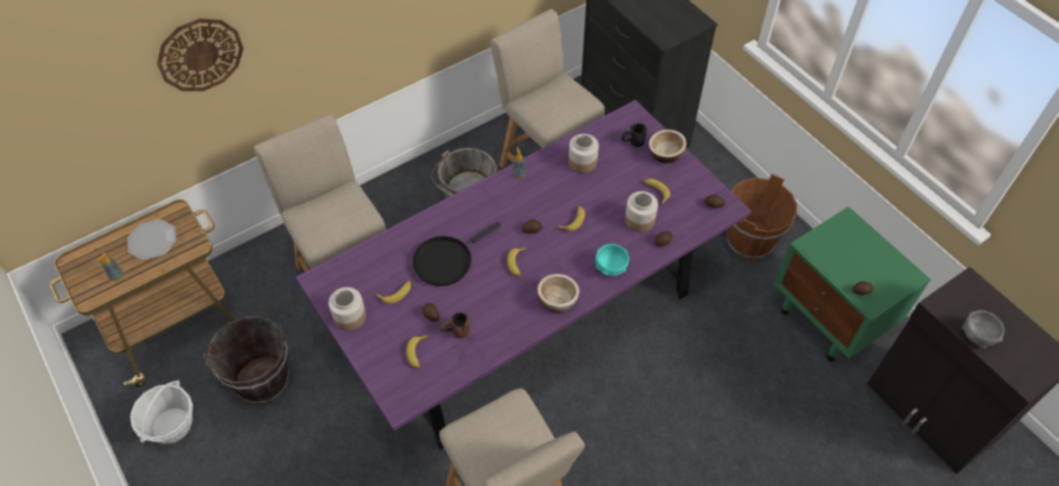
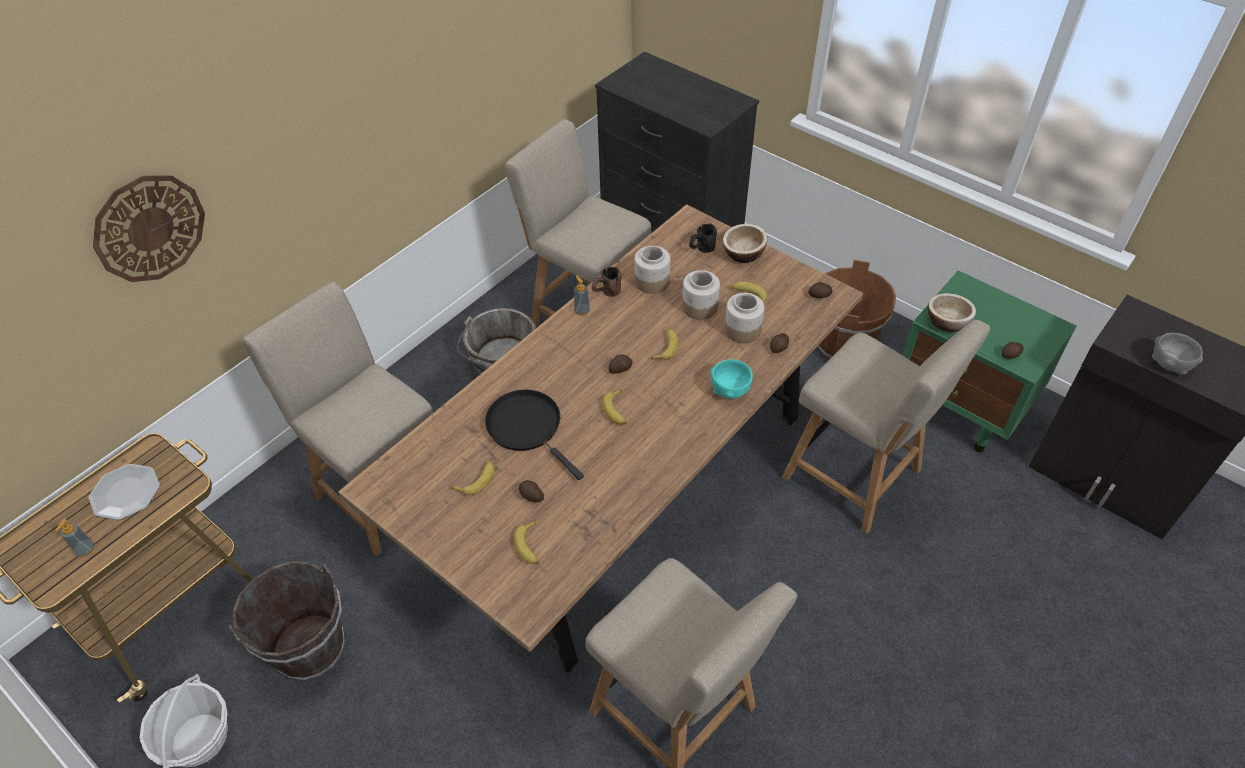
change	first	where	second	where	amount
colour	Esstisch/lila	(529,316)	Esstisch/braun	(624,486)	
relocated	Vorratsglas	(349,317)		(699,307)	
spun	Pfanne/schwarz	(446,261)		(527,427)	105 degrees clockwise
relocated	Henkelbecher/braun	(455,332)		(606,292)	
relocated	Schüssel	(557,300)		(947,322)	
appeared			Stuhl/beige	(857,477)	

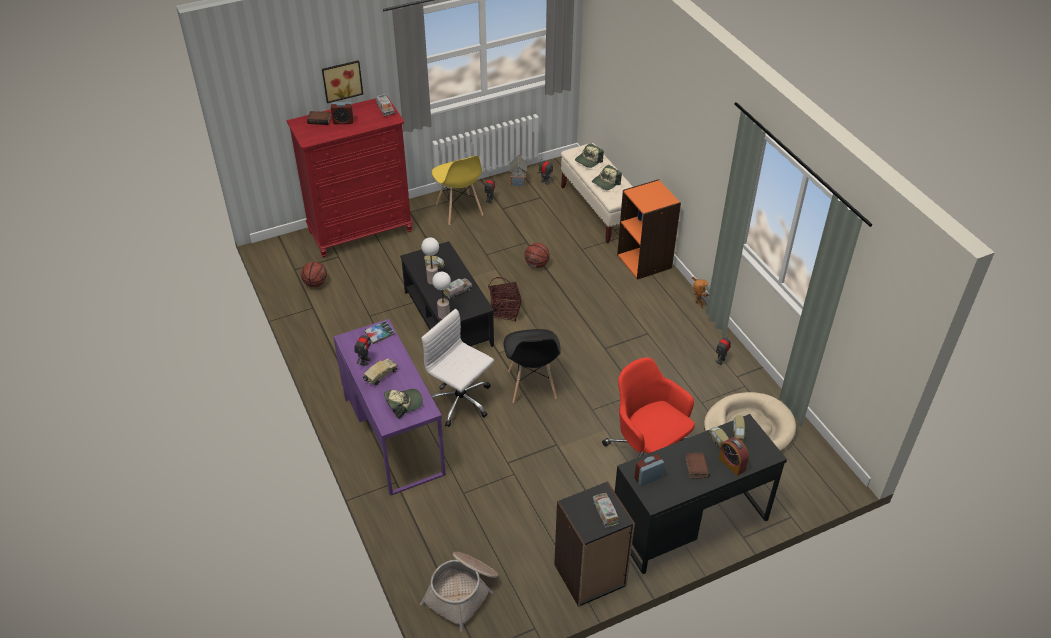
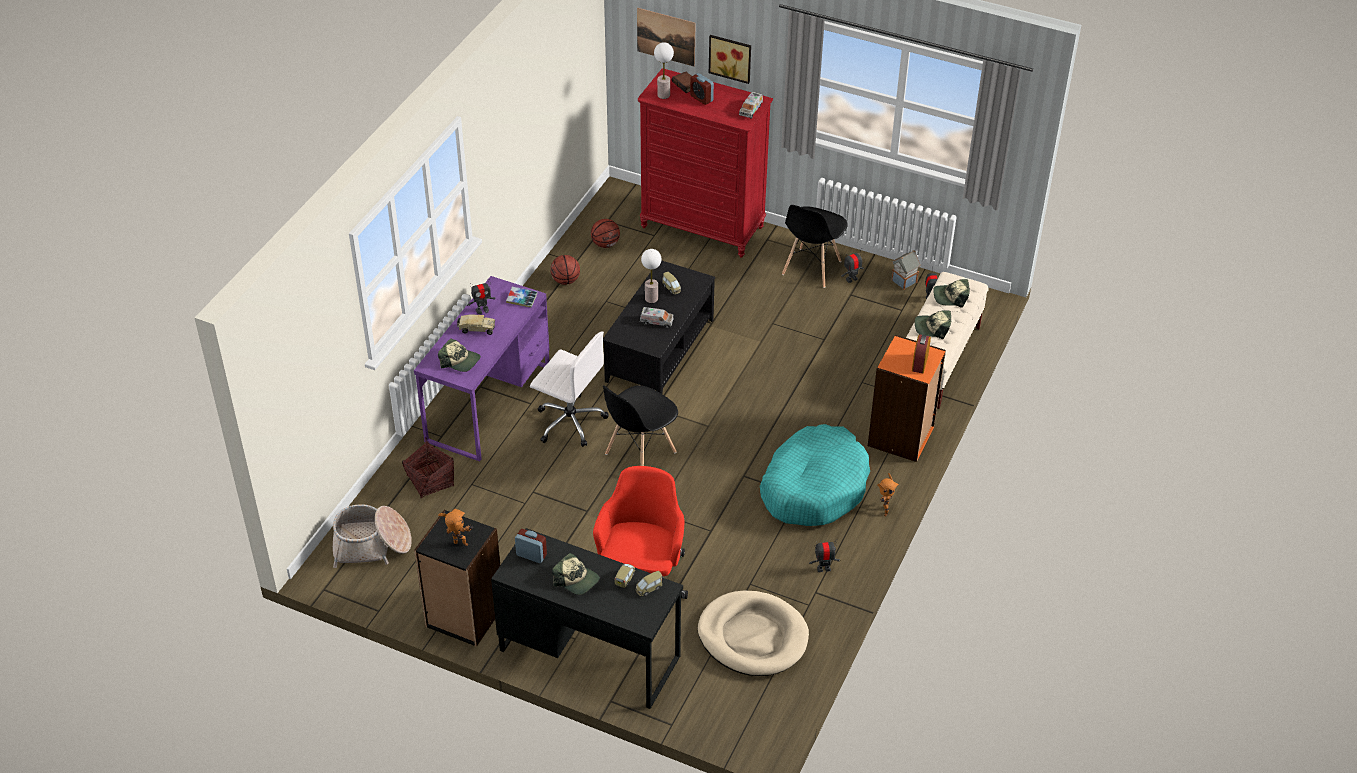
change	first	where	second	where	amount
spun	Bürostuhl/weiß	(461,402)		(569,421)	120 degrees clockwise
colour	Stuhl/gelb	(459,210)	Stuhl/schwarz	(811,268)	
relocated	Tischlampe	(444,315)		(663,95)	
relocated	Korb	(504,310)		(430,481)	
relocated	Basketball	(537,264)		(565,281)	
exchanged	Spielzeuglaster	(605,512)	Spielzeugroboter	(460,545)	
exchanged	Buch	(696,467)	Kappe	(576,580)	
relocated	Wecker	(732,464)		(920,363)	
appeared			Bild	(666,36)	
appeared			Hundebett/türkis	(814,487)	

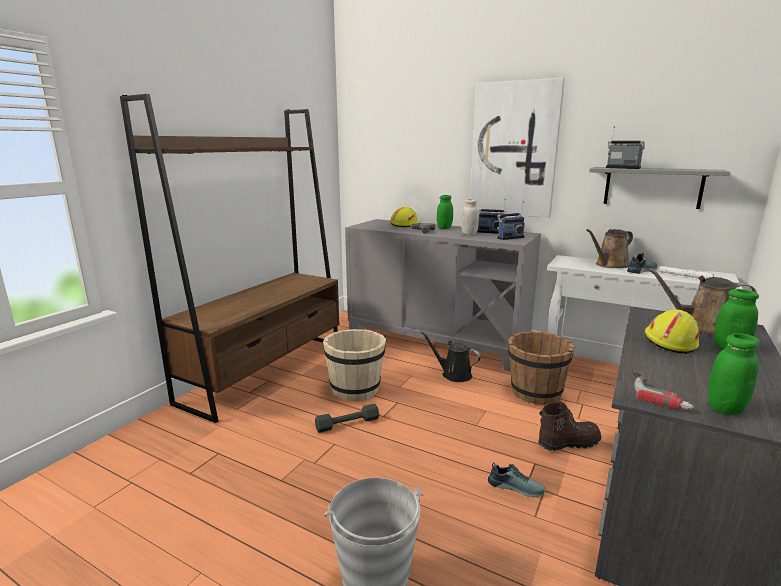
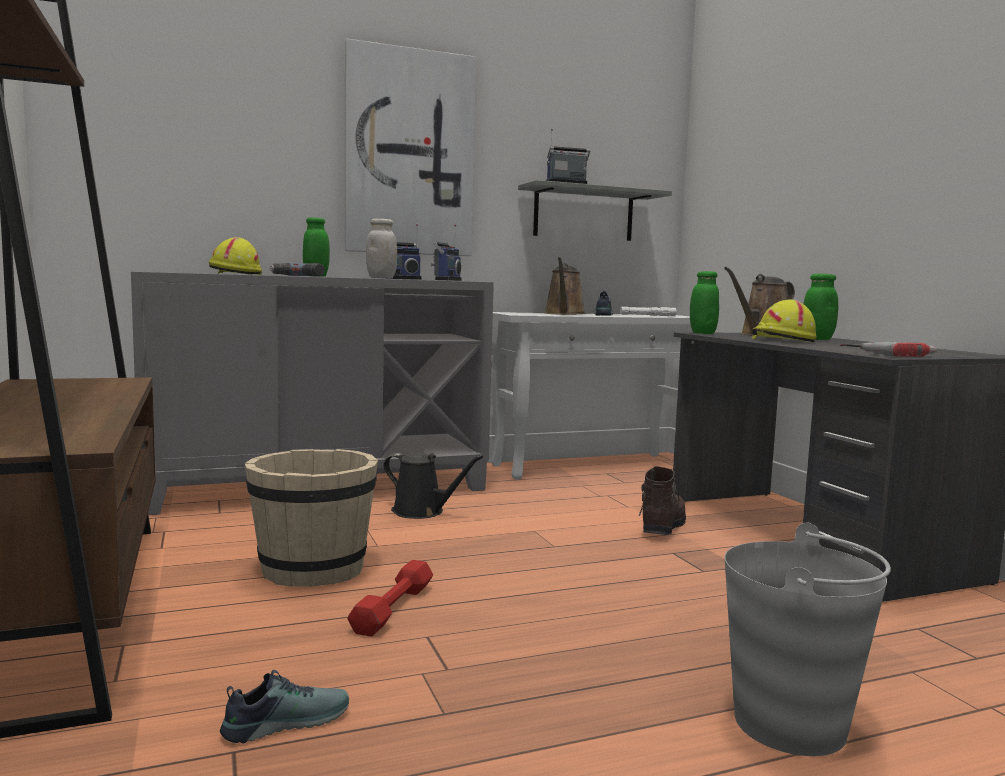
change	first	where	second	where	amount
colour	Hantel/grau	(347,423)	Hantel/rot	(392,608)	
spun	Gießkanne/schwarz	(453,374)		(422,512)	135 degrees counterclockwise
relocated	Schuh	(515,486)		(285,721)	
missing	Eimer/braun	(535,392)			
relocated	Vorratsglas/grün	(725,408)		(702,333)	

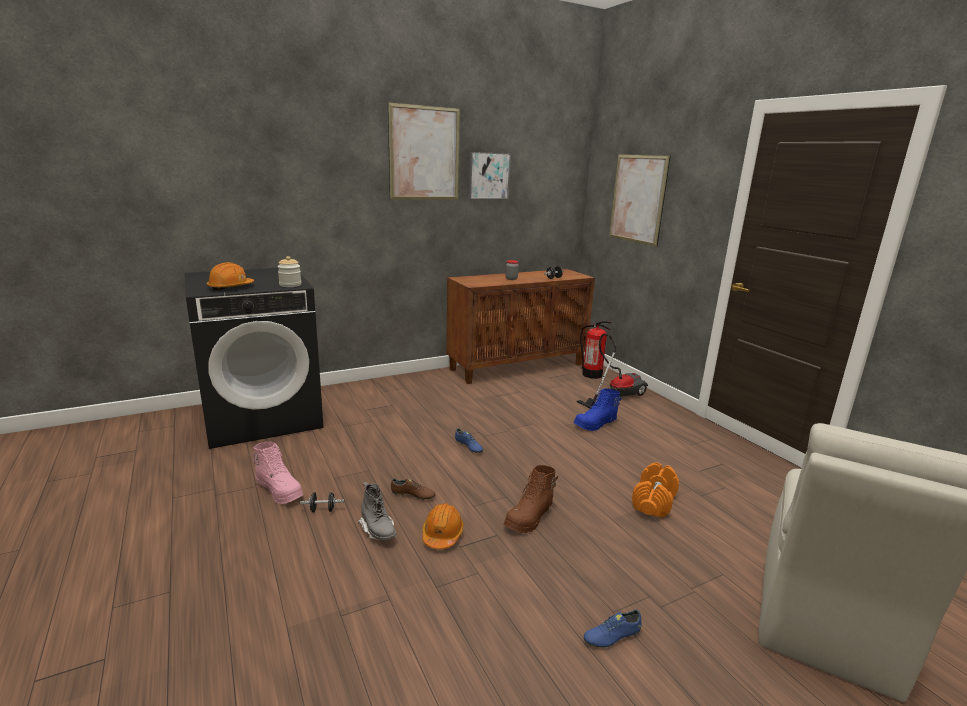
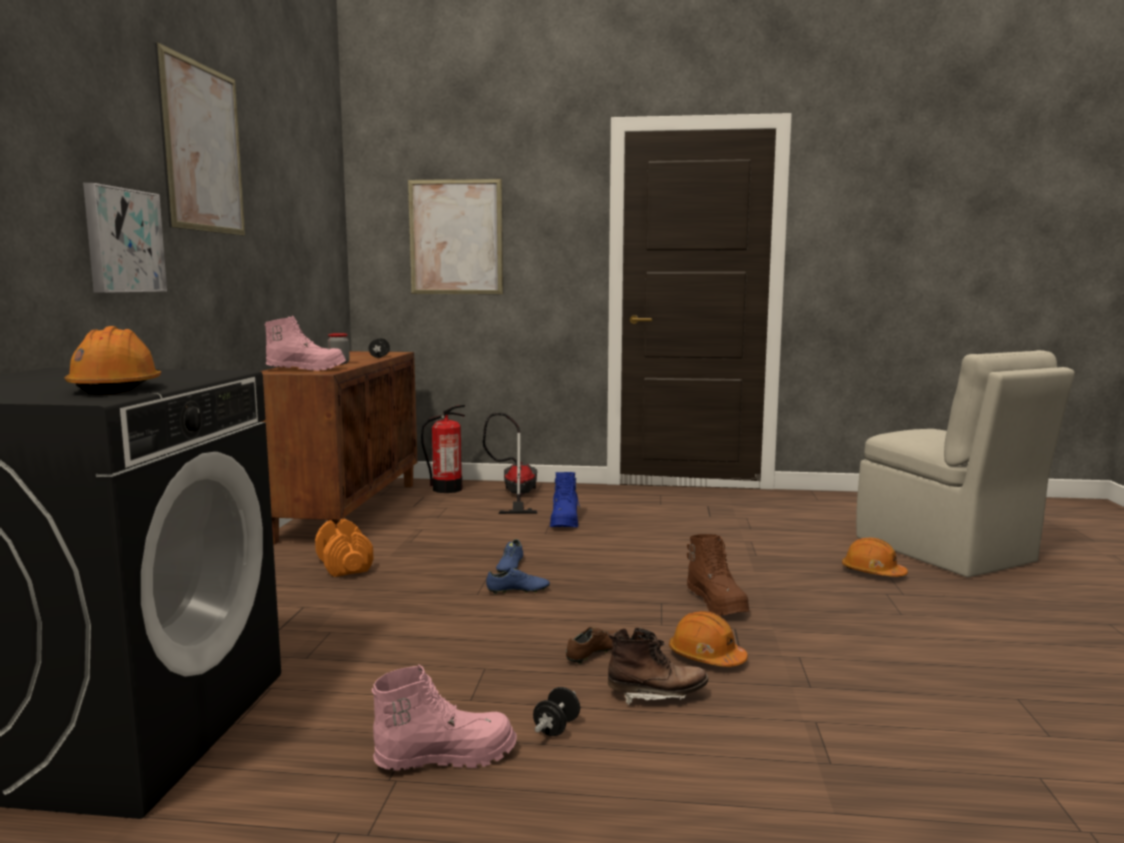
change	first	where	second	where	amount
missing	Vorratsglas	(290,285)			
colour	Stiefel/grau	(378,530)	Stiefel/braun	(656,696)	
relocated	Bild	(488,176)		(123,241)	
relocated	Schuh/blau	(612,636)		(510,566)	
relocated	Hantel/orange	(654,501)		(345,565)	
appeared			Stiefel/rosa	(306,369)	
appeared			Schutzhelm/orange	(872,572)	

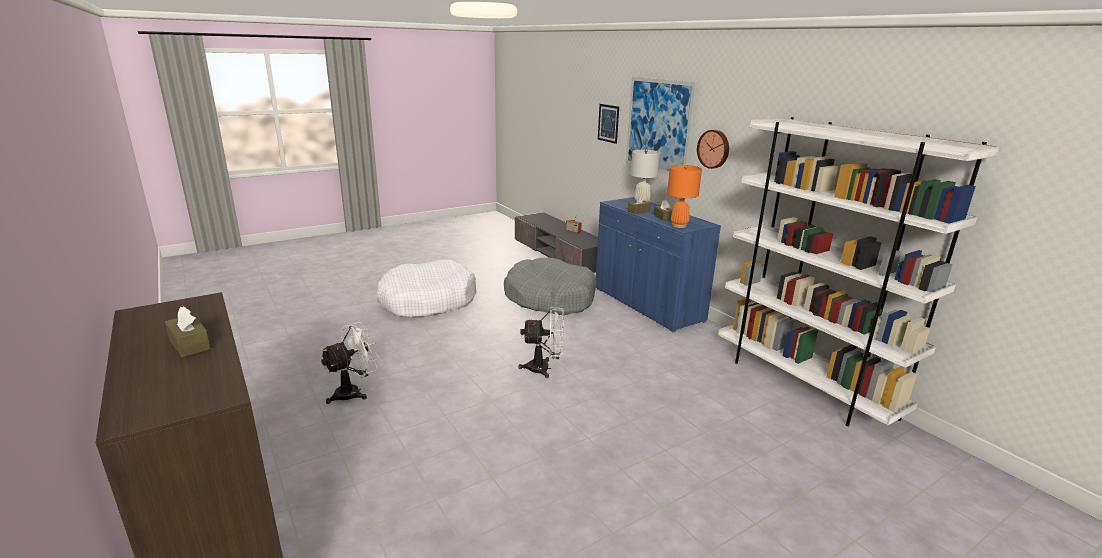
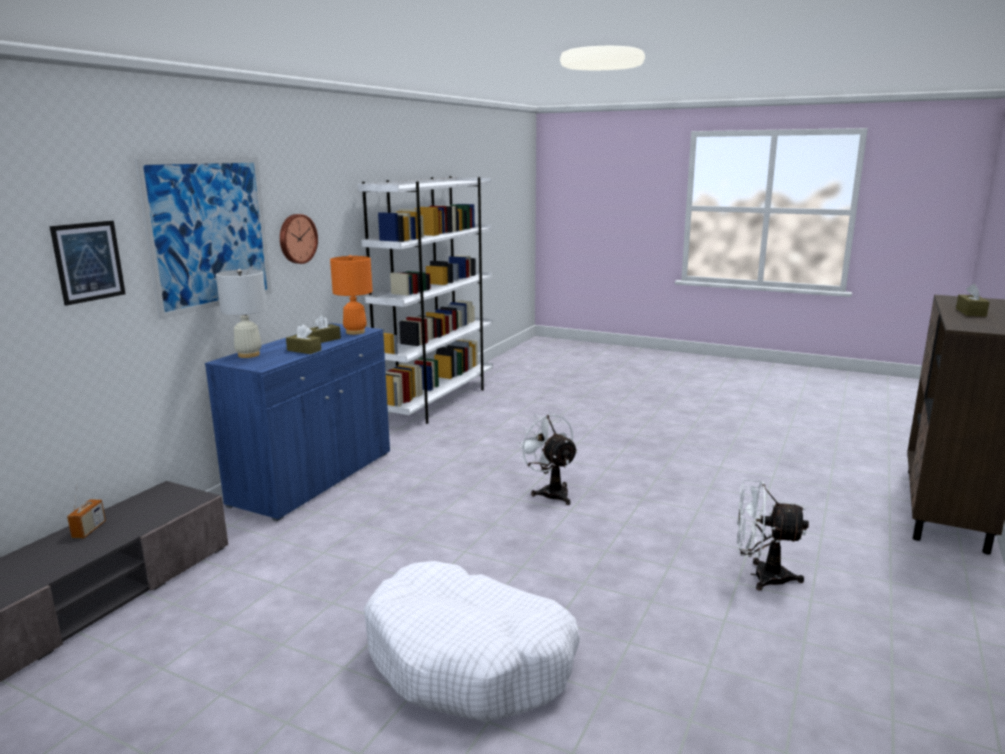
change	first	where	second	where	amount
missing	Hundebett/grau	(550,298)			

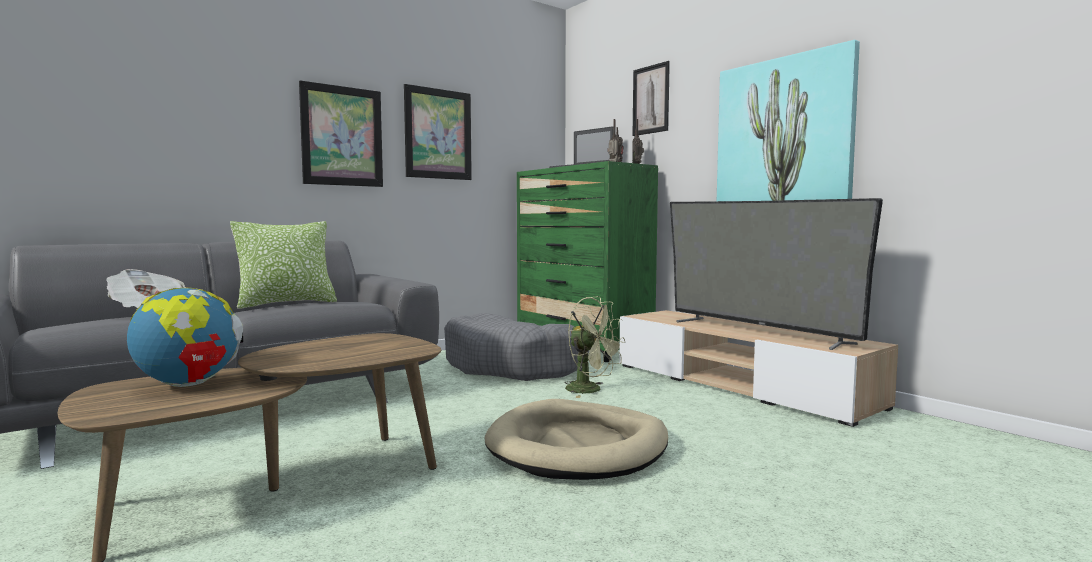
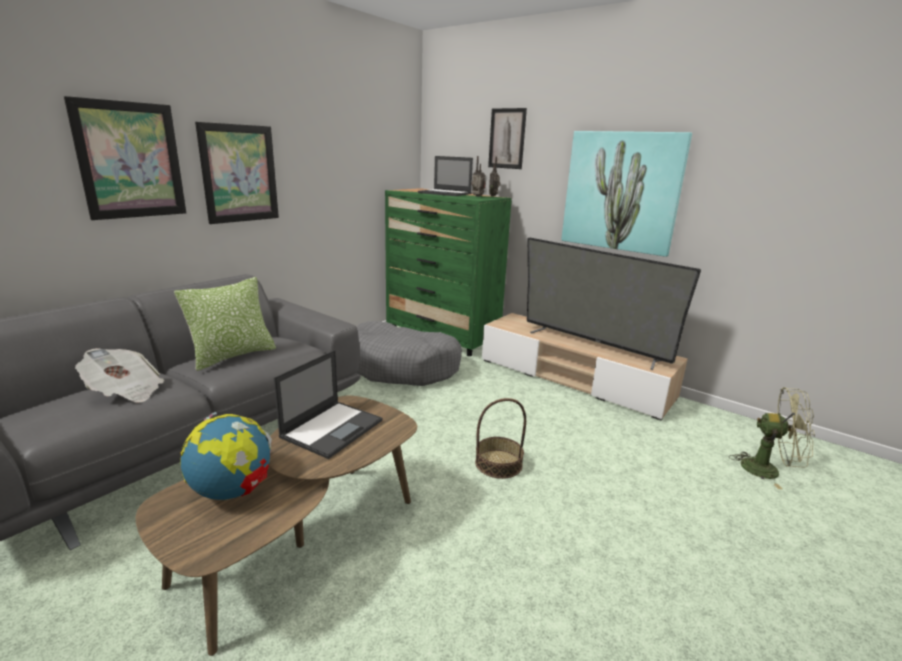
change	first	where	second	where	amount
relocated	Bild	(438,134)		(130,160)	
exchanged	Hundebett/beige	(578,447)	Korb	(498,463)	
relocated	Ventilator/grün	(591,390)		(768,470)	
appeared			Laptop	(332,428)	

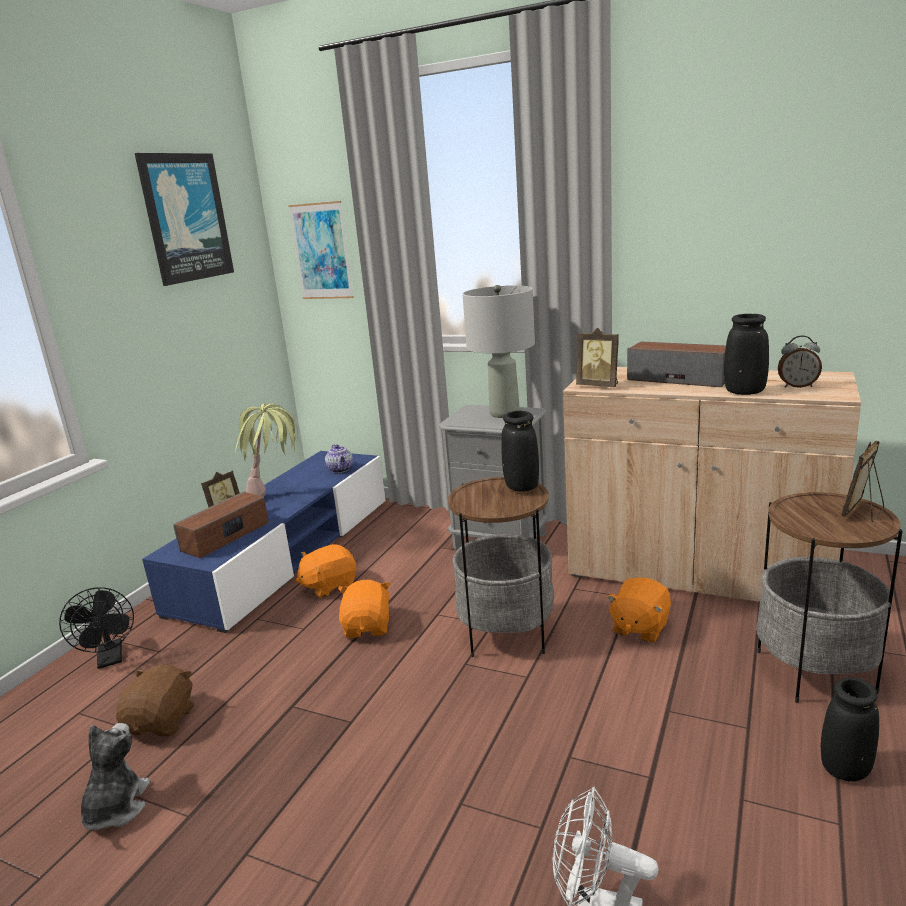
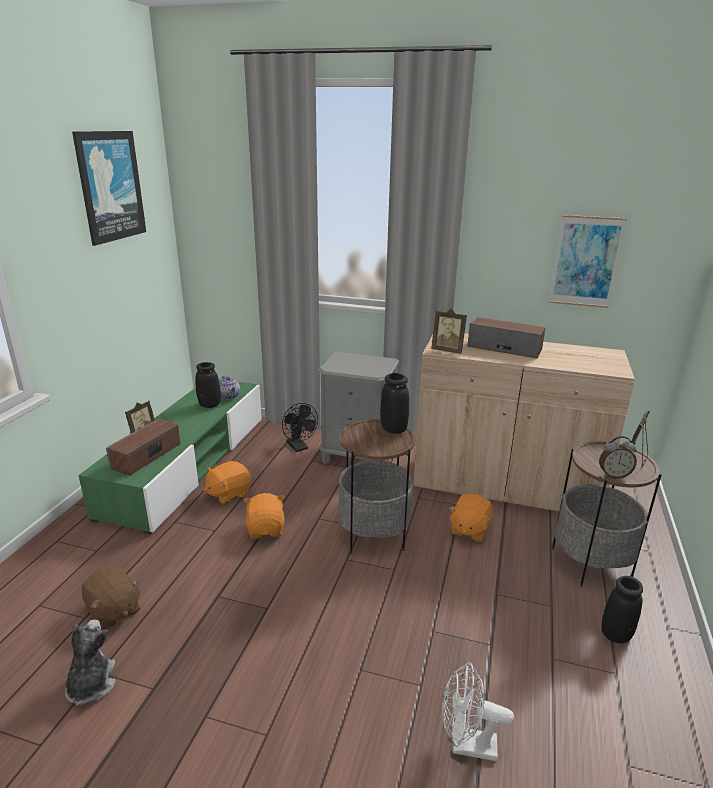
change	first	where	second	where	amount
relocated	Ventilator/schwarz	(111,659)		(299,447)	
spun	Plüschtier/braun	(162,721)		(114,611)	135 degrees clockwise
colour	Fernsehschrank/blau	(287,553)	Fernsehschrank/grün	(188,464)	
missing	Topfpflanze	(278,498)			
relocated	Bild	(321,251)		(586,262)	
missing	Tischlampe/grau	(505,413)			
relocated	Vase/schwarz	(744,392)		(209,405)	
relocated	Wecker	(797,386)		(613,475)	

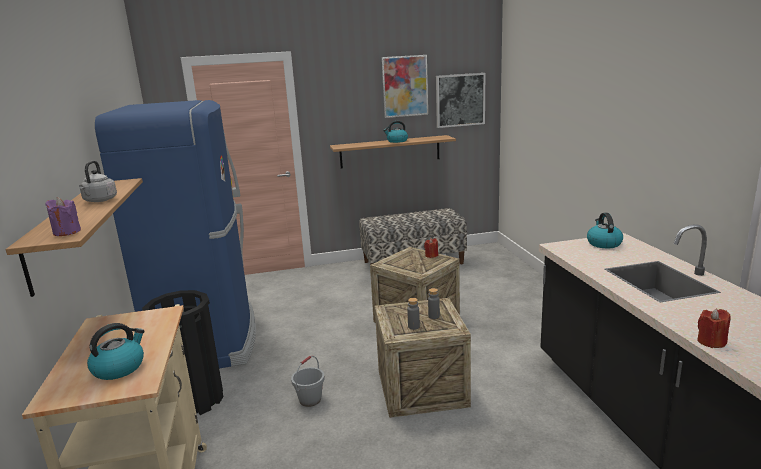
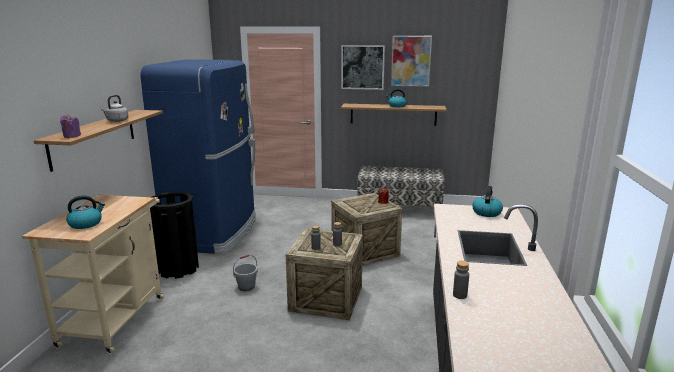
change	first	where	second	where	amount
relocated	Bild	(460,100)		(362,67)	
exchanged	Kerze/rot	(711,342)	Flasche/grau	(460,295)	

